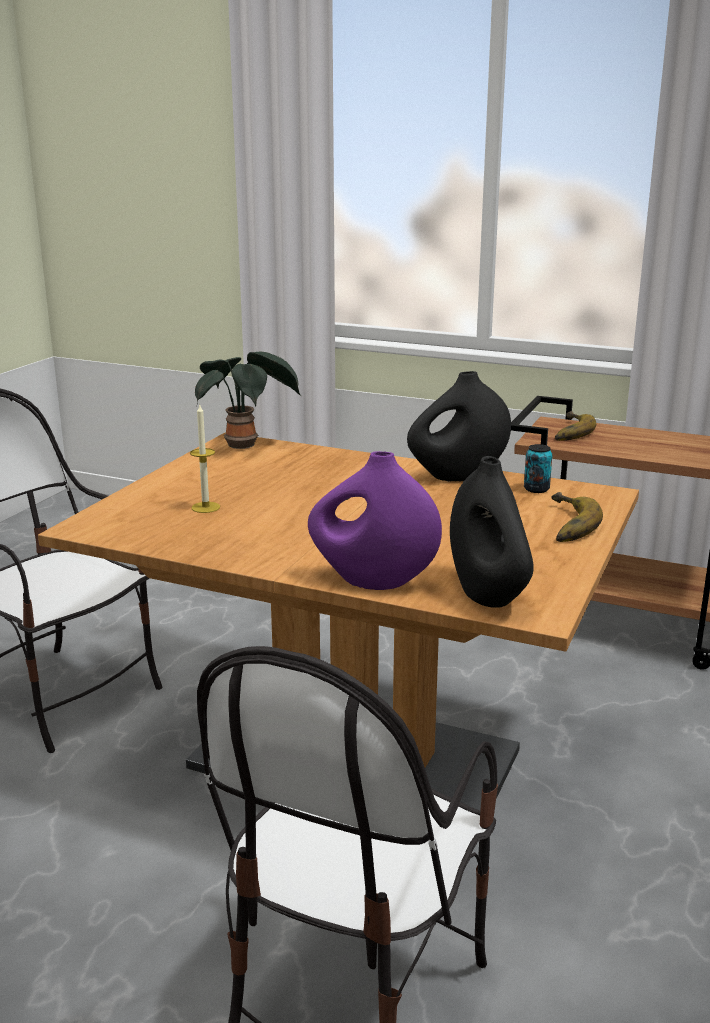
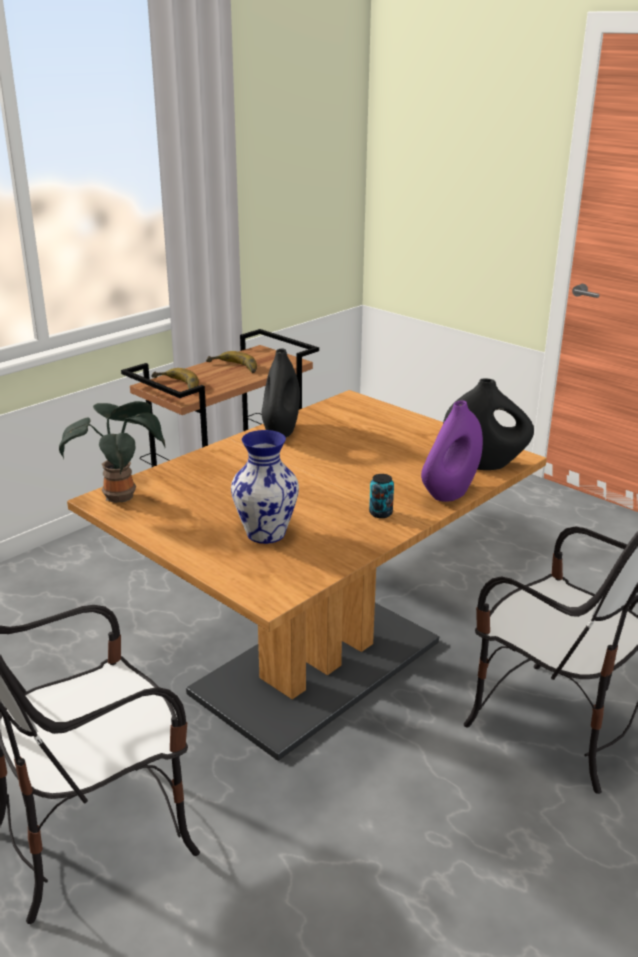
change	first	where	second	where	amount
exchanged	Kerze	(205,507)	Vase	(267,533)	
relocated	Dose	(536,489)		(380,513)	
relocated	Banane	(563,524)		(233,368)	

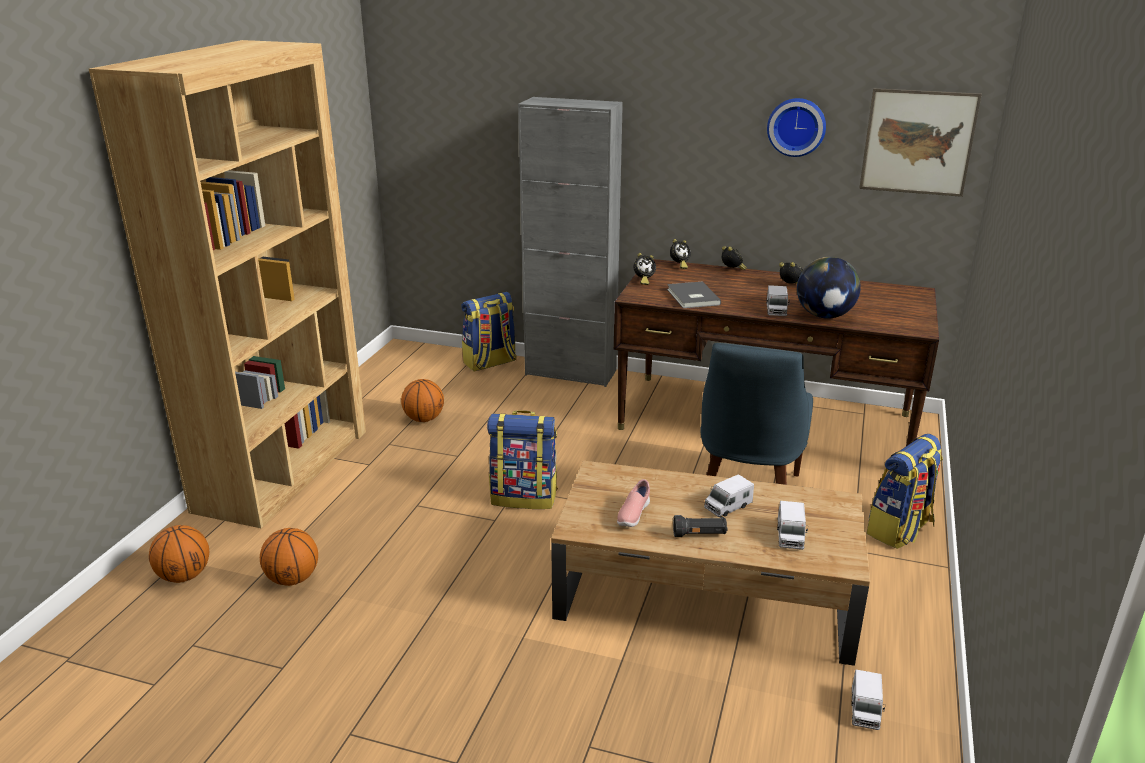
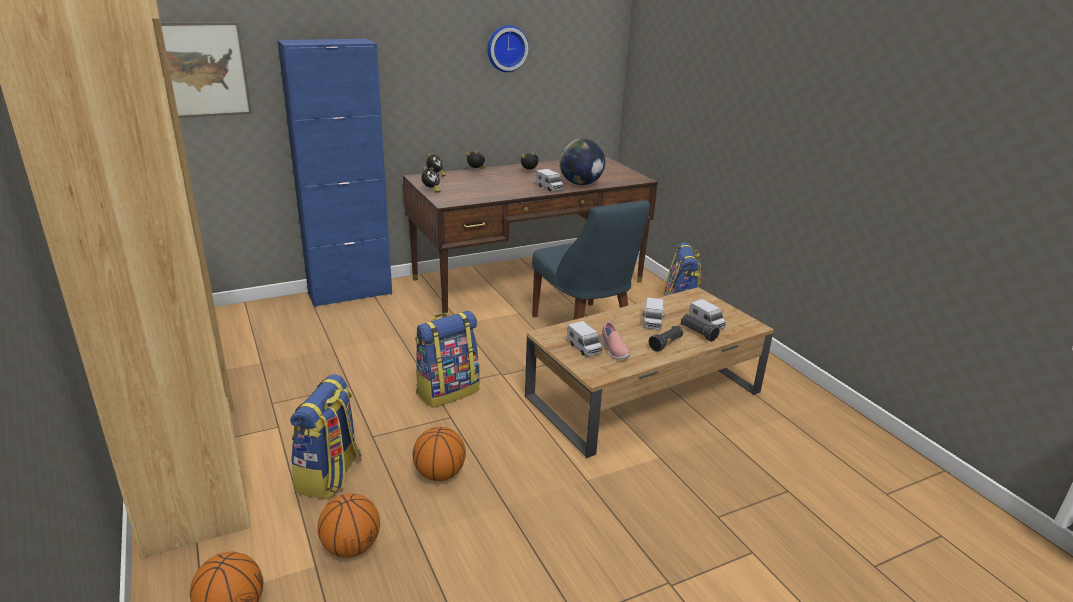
change	first	where	second	where	amount
relocated	Basketball	(424,419)		(439,474)	
relocated	Rucksack	(490,363)		(330,476)	
colour	Schrank/grau	(570,373)	Schrank/blau	(350,293)	
missing	Buch/grau	(692,297)			
relocated	Spielzeuglaster	(864,710)		(584,348)	
relocated	Bild	(918,142)		(197,70)	
appeared			Taschenlampe/schwarz	(697,333)	

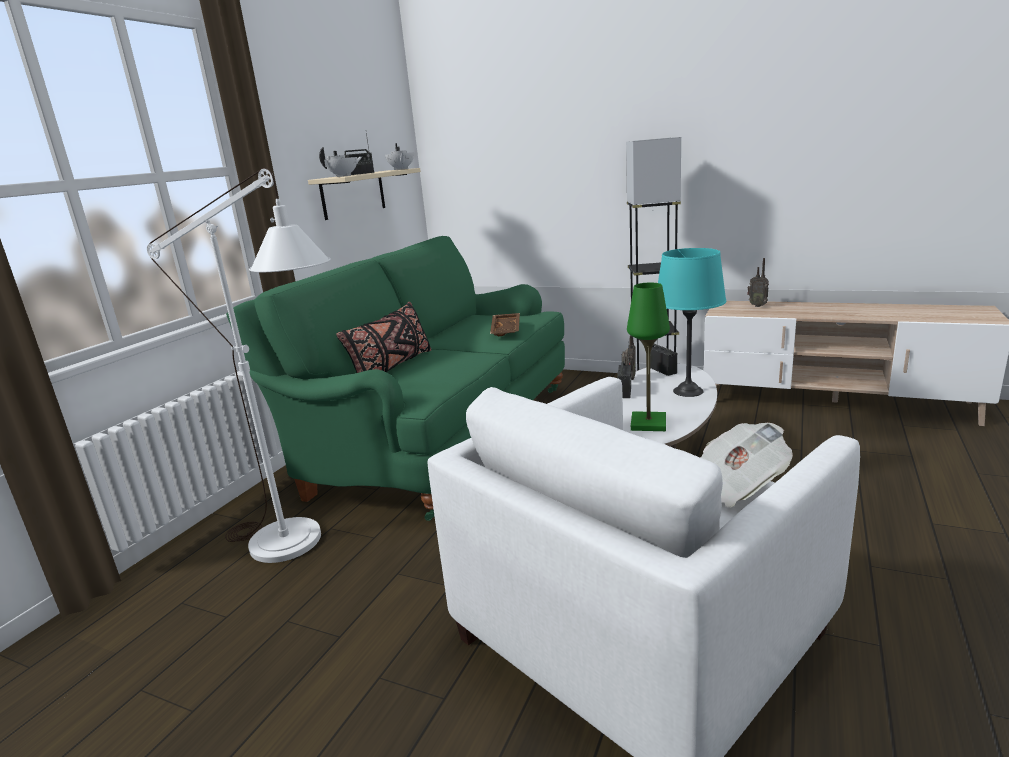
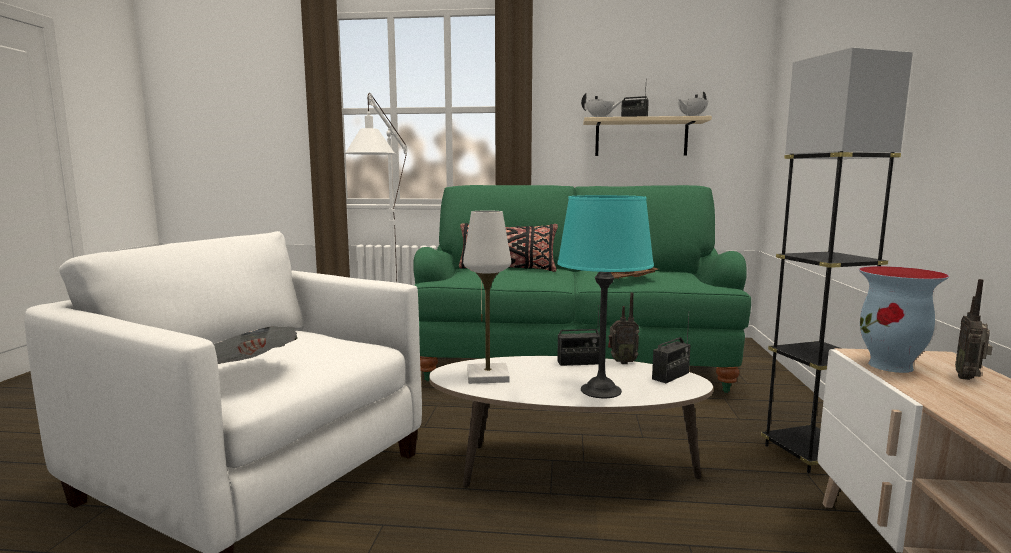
change	first	where	second	where	amount
colour	Tischlampe/grün	(648,423)	Tischlampe/weiß	(487,376)	
appeared			Vase	(892,366)	

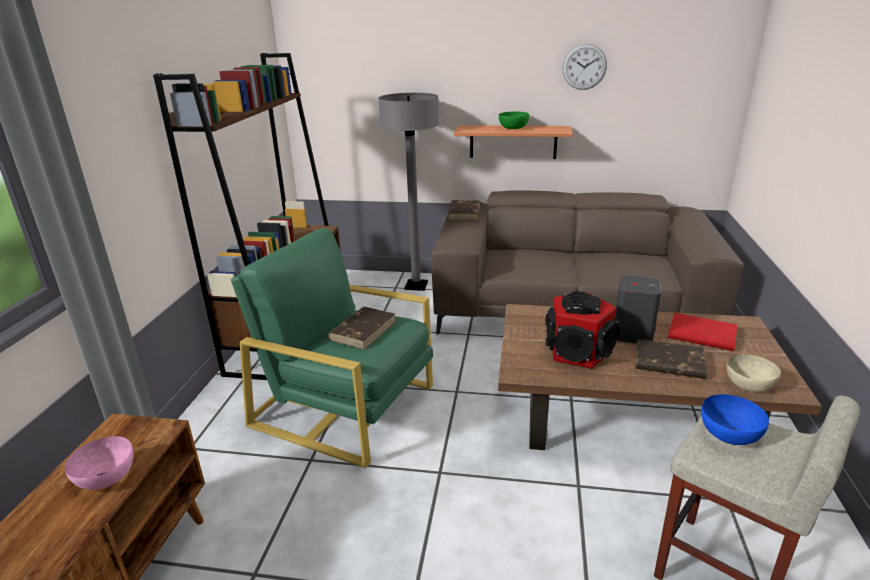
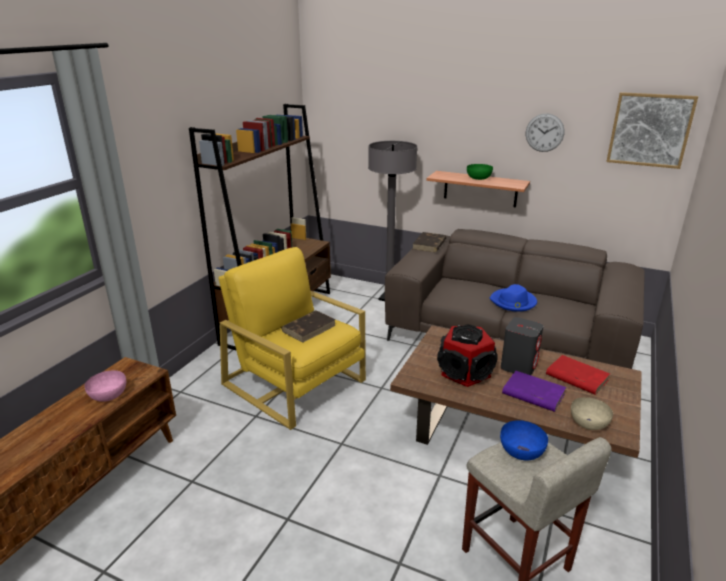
change	first	where	second	where	amount
colour	Sessel/grün	(345,405)	Sessel/gelb	(295,382)	
colour	Buch/braun	(668,363)	Buch/lila	(532,394)	
appeared			Hut/blau	(513,302)	
appeared			Bild	(650,130)	

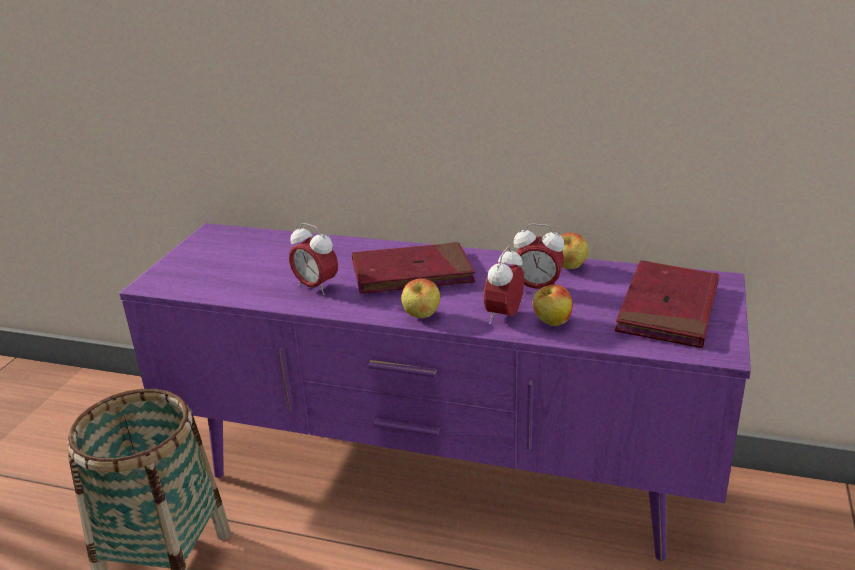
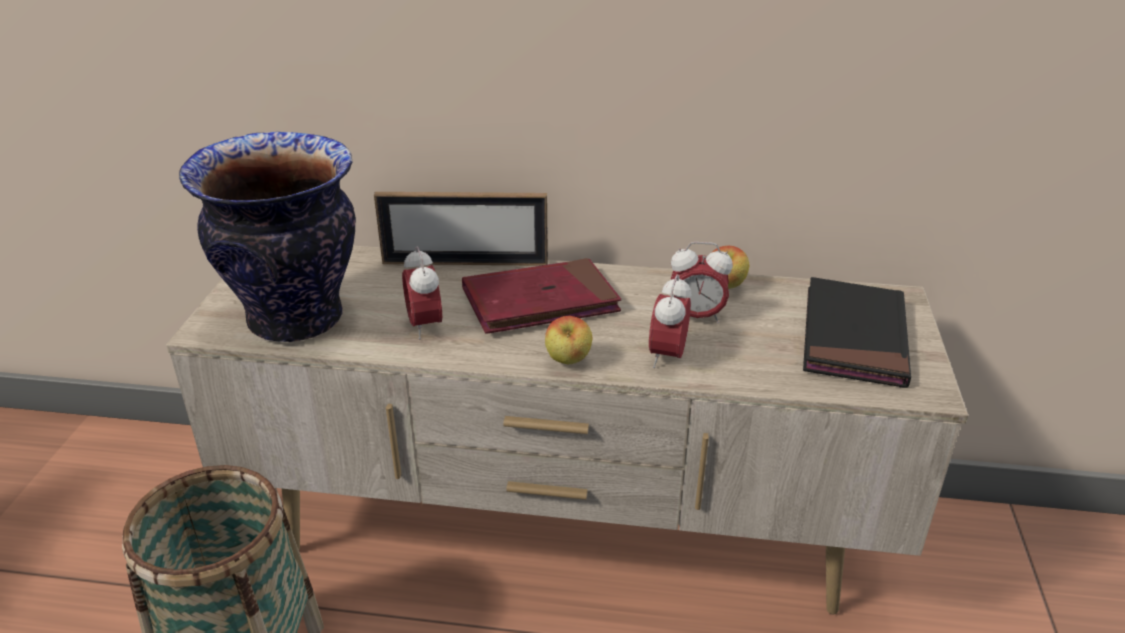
change	first	where	second	where	amount
colour	Fernsehschrank/lila	(437,482)	Fernsehschrank/beige	(562,537)	
spun	Wecker	(316,287)		(425,326)	45 degrees clockwise
missing	Apfel	(551,323)			
colour	Buch/rot	(668,309)	Buch/schwarz	(854,338)	
appeared			Vase	(298,319)	
appeared			Bilderrahmen	(465,263)	

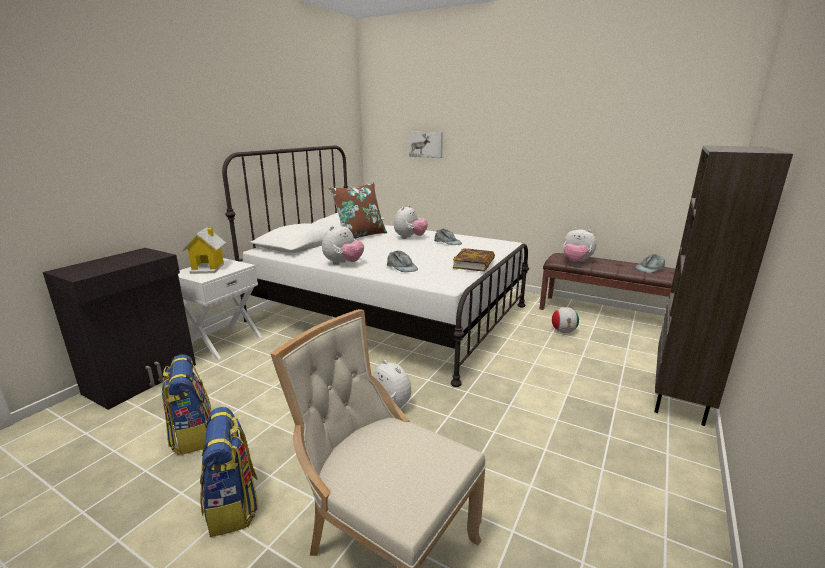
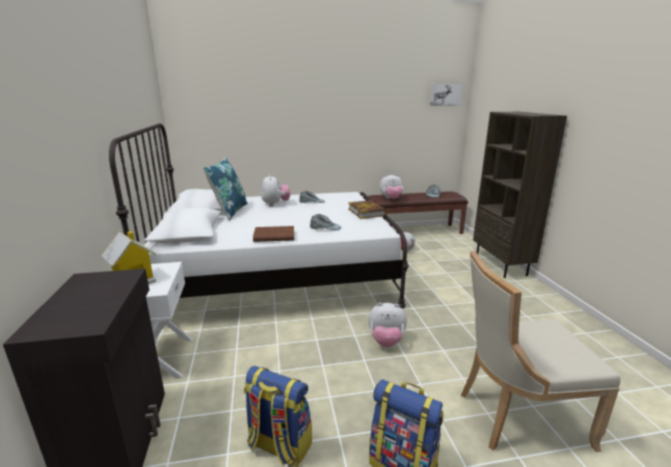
change	first	where	second	where	amount
exchanged	Plüschtier	(343,263)	Buch/braun	(274,237)	
colour	Kissen/braun	(360,236)	Kissen/blau	(229,211)	
relocated	Bild	(426,144)		(445,94)	

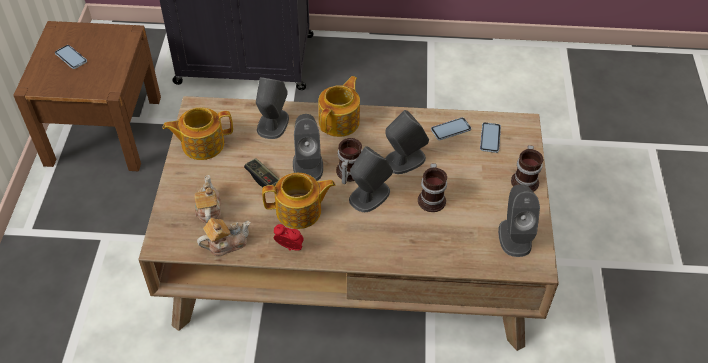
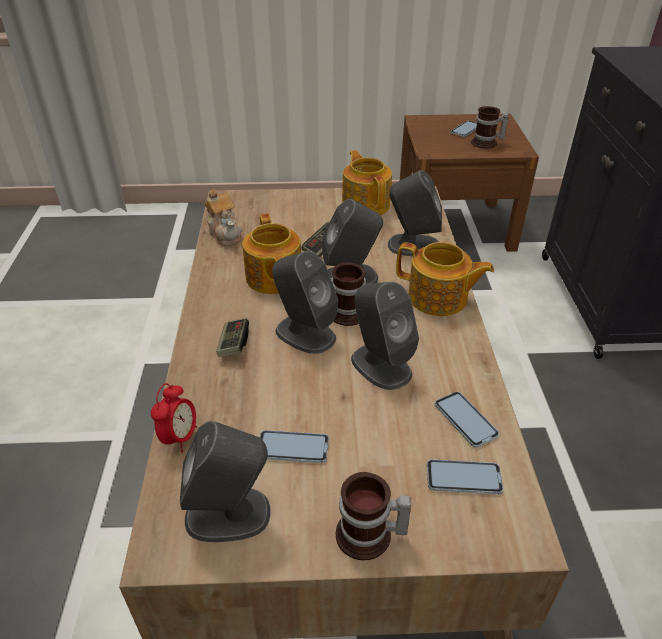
change	first	where	second	where	amount
missing	Teekanne	(208,210)			
relocated	Wecker	(290,248)		(180,437)	
relocated	Henkelbecher	(433,198)		(487,143)	
appeared			Gamepad	(233,344)	
appeared			Handy	(293,448)	

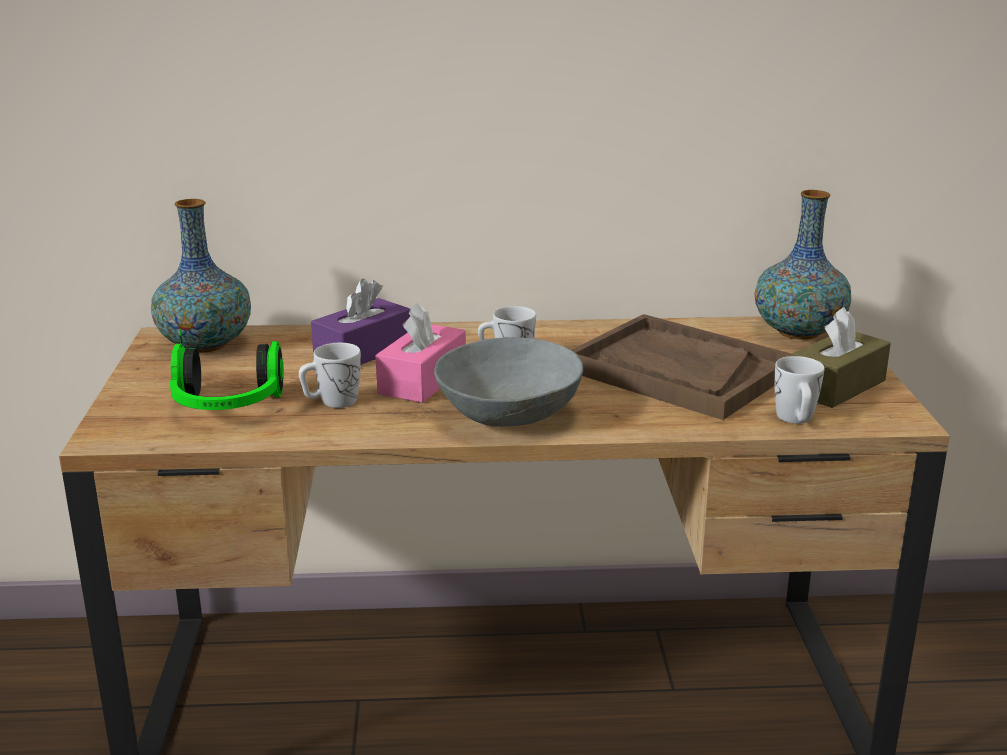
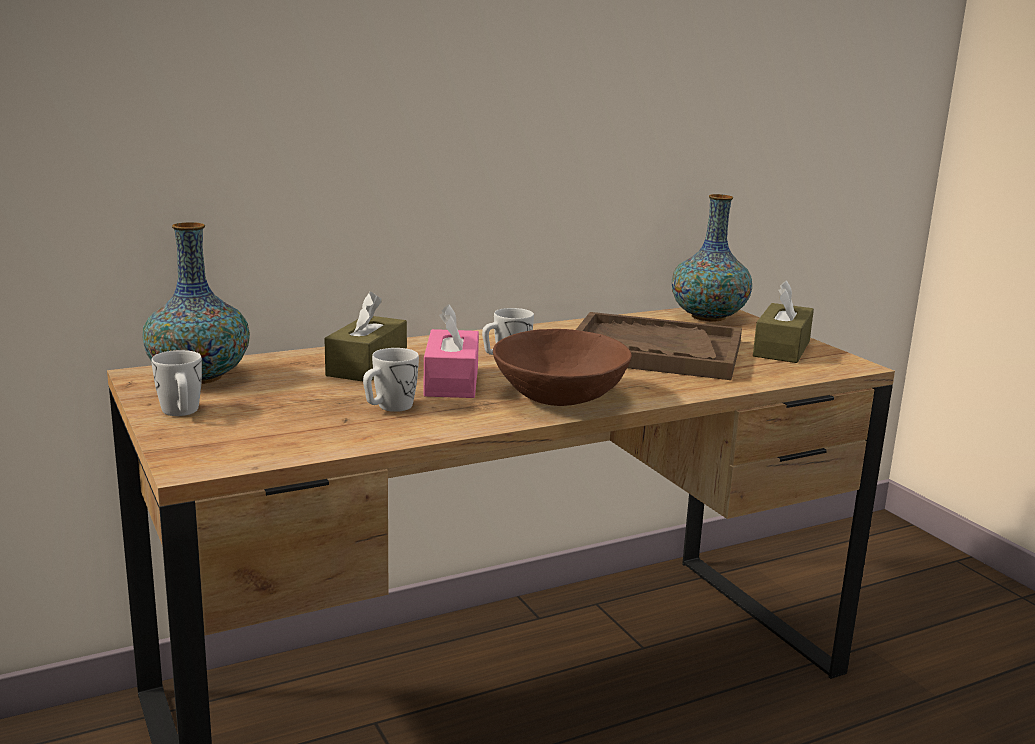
change	first	where	second	where	amount
missing	Kopfhörer	(227,407)			
colour	Taschentuchbox/lila	(363,351)	Taschentuchbox/braun	(367,366)	
colour	Schüssel/grau	(508,414)	Schüssel/braun	(558,397)	
relocated	Henkelbecher/weiß	(796,420)		(181,413)	

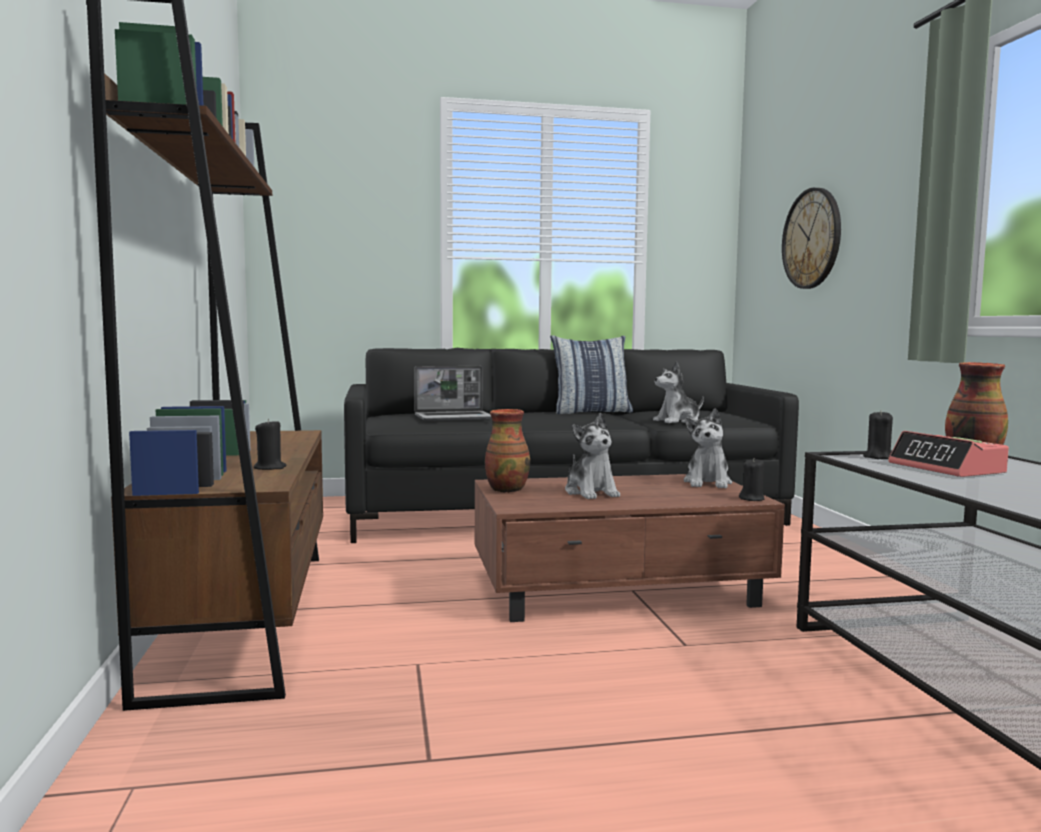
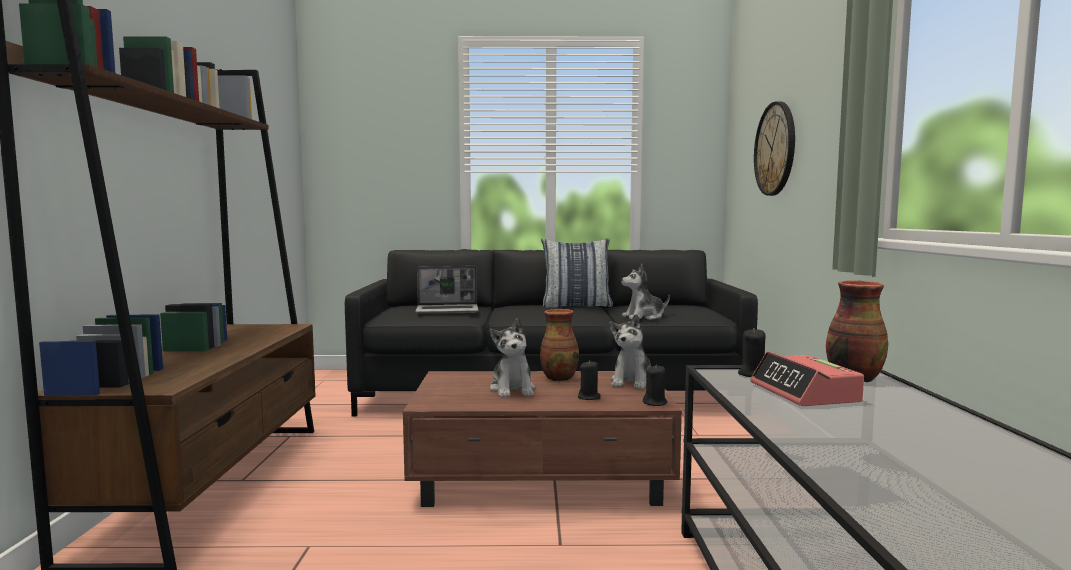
change	first	where	second	where	amount
relocated	Kerze/schwarz	(270,468)		(589,397)	
relocated	Vase	(506,489)		(559,378)	

